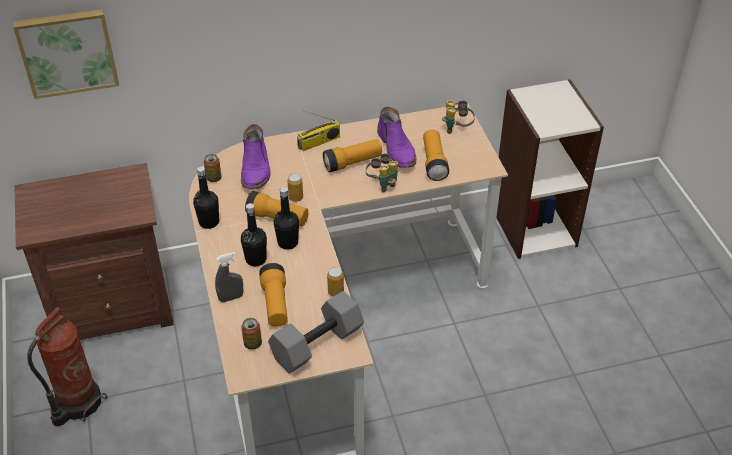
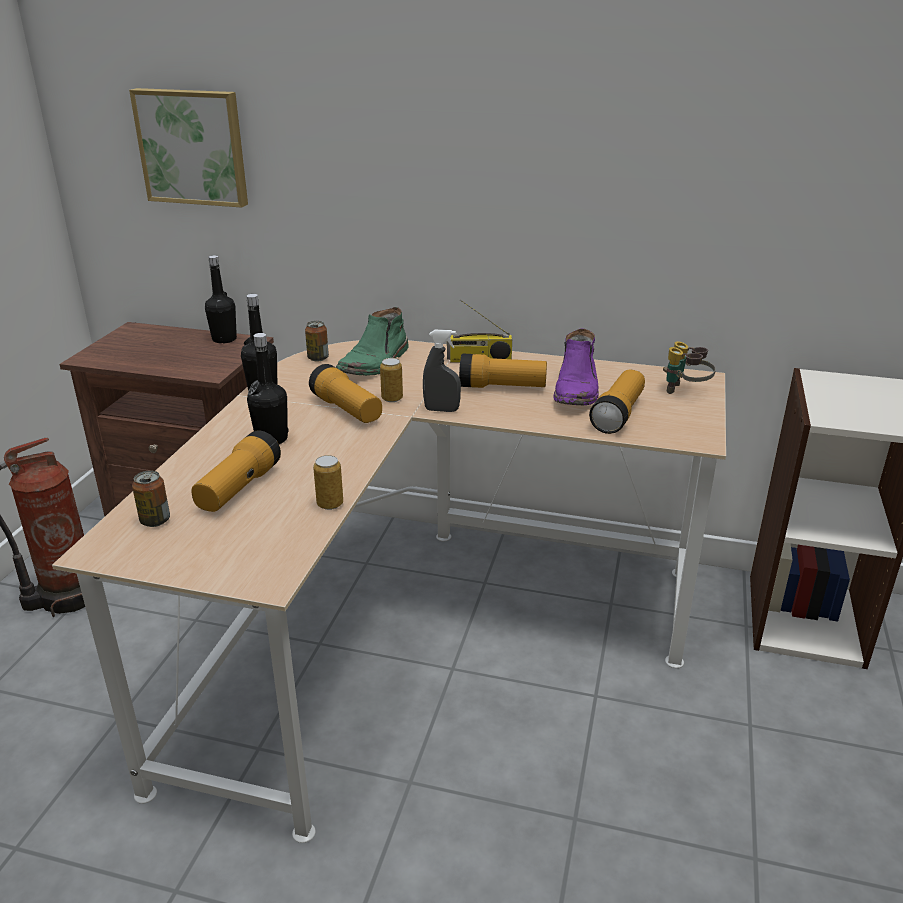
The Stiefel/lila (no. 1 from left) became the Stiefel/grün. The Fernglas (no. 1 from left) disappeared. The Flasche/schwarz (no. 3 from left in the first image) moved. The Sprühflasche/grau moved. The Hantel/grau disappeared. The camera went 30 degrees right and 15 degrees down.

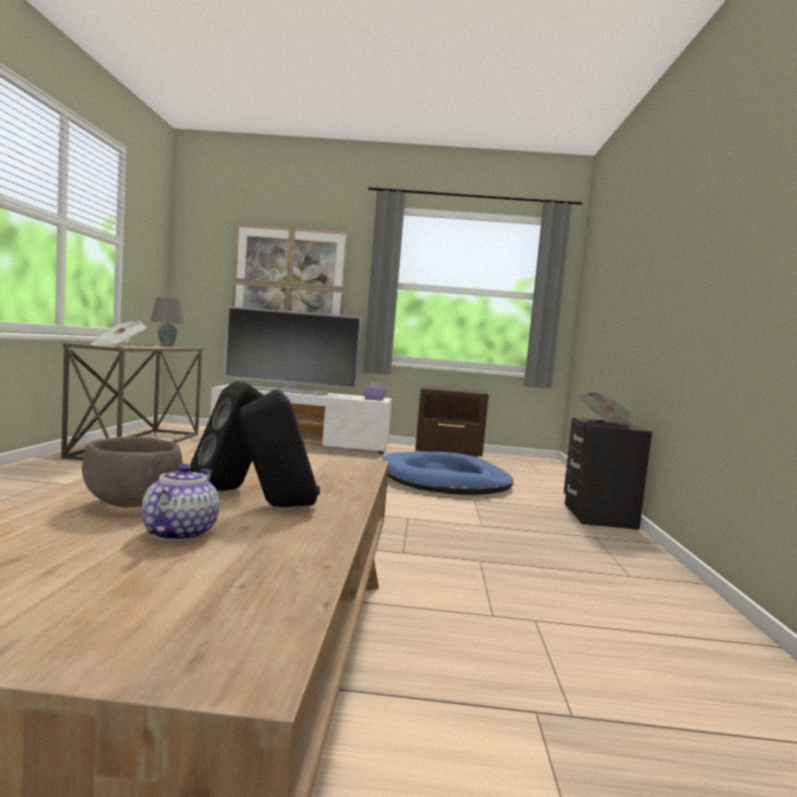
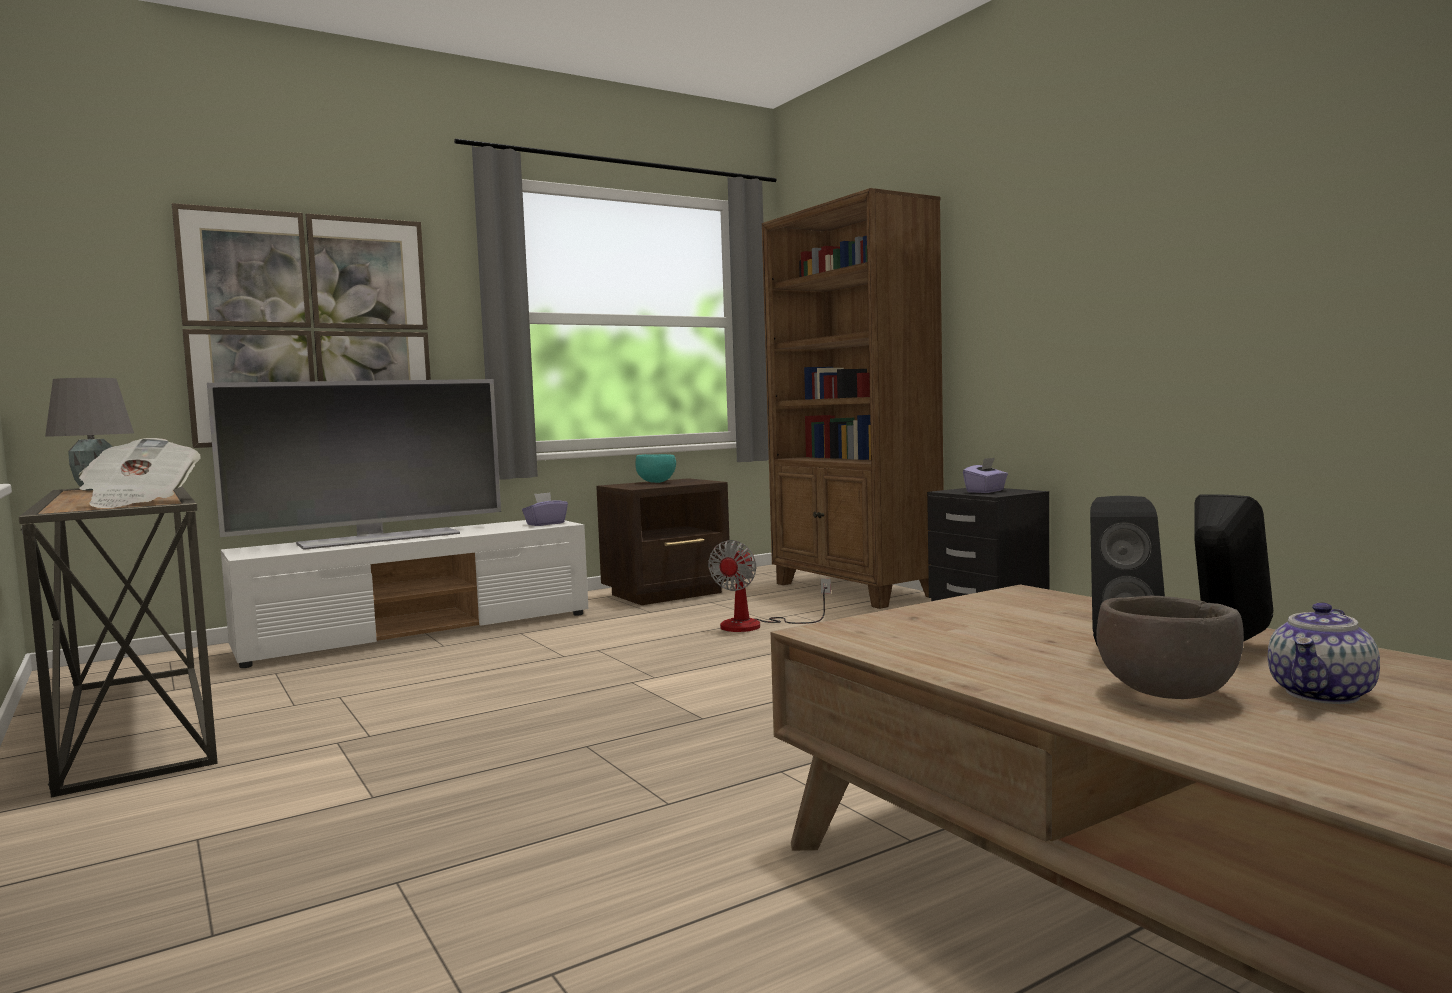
The Zeitung (no. 2 from left) was replaced by the Taschentuchbox/lila (no. 2 from left). The Hundebett/blau was replaced by the Ventilator. The Teekanne turned 105 degrees counterclockwise. The Bücherregal/braun appeared. The Schüssel/türkis appeared. The camera went 35 degrees left and 0 degrees up.

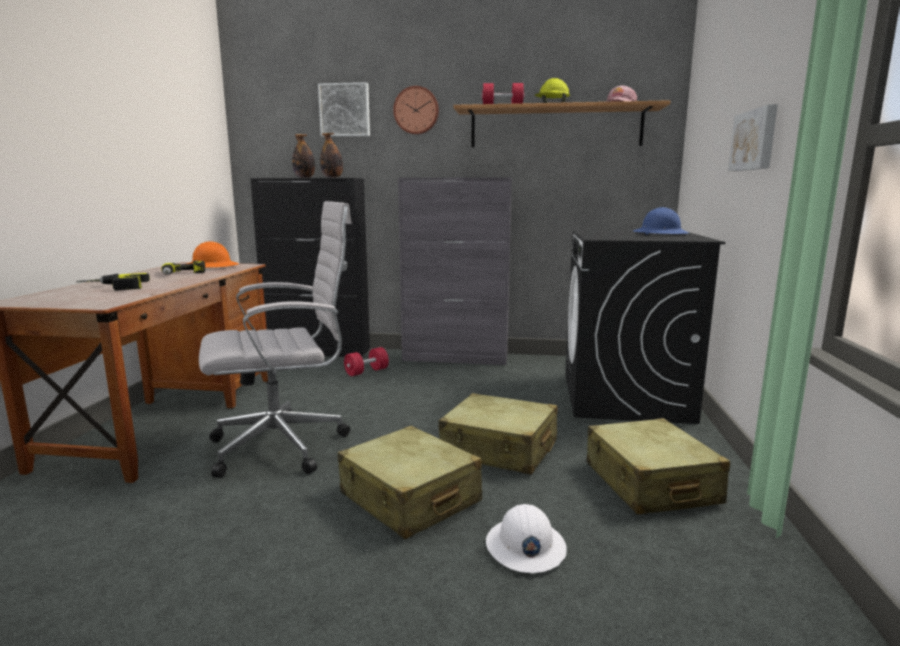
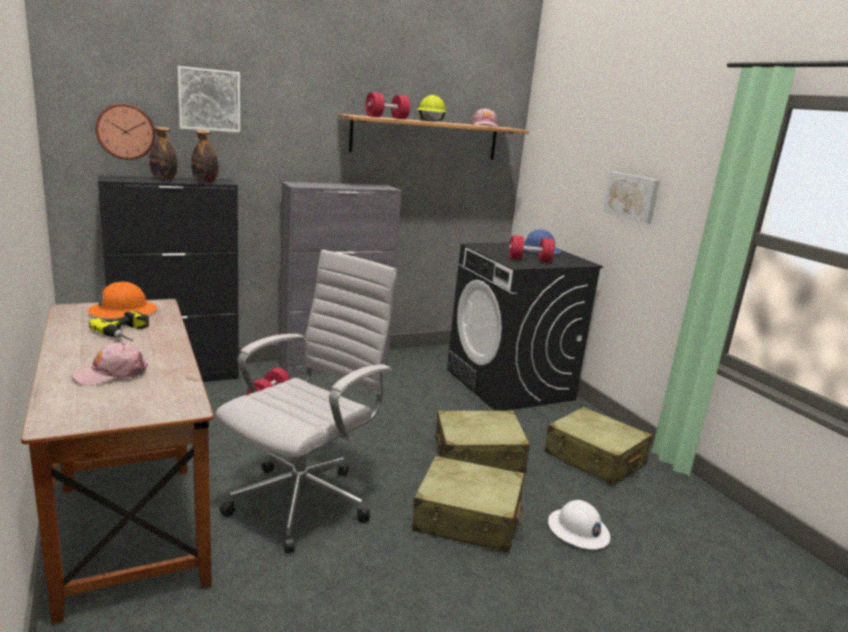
The Wanduhr moved. The Bohrmaschine (no. 1 from left) was replaced by the Kappe/rosa (no. 1 from left). The Hantel/rot (no. 3 from left) appeared. The camera went 35 degrees left and 5 degrees up.

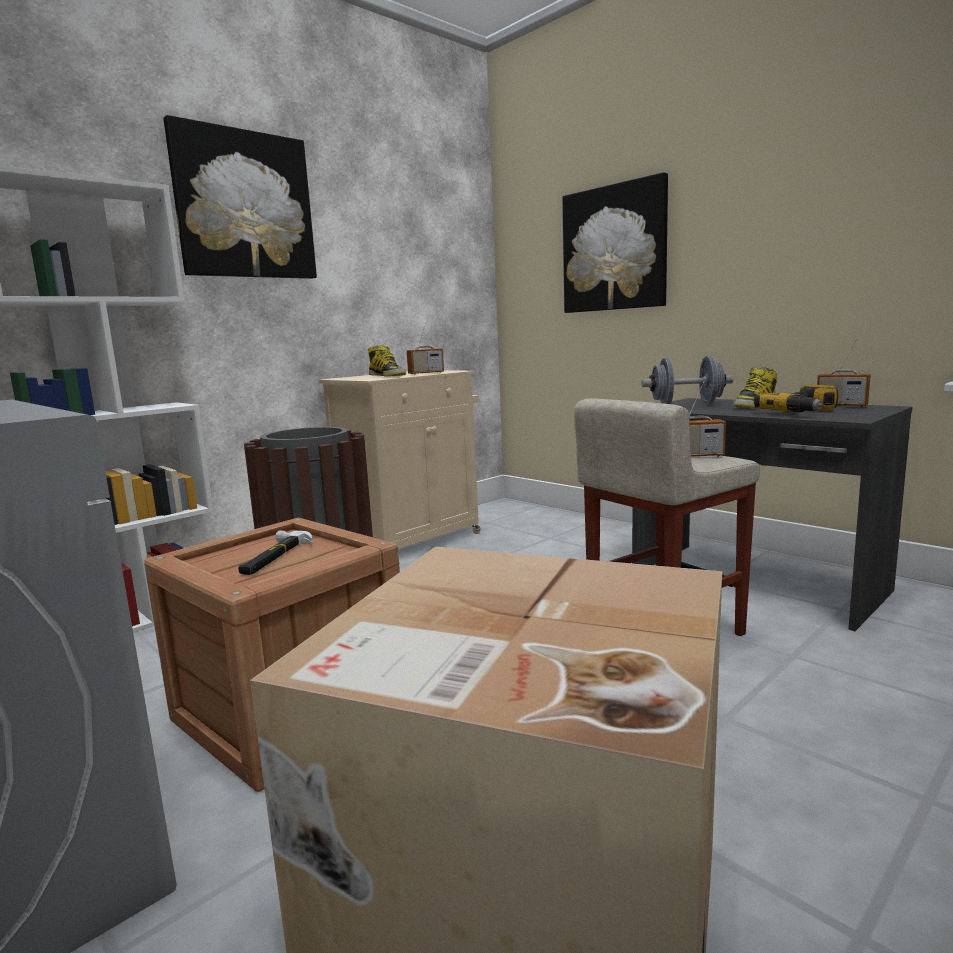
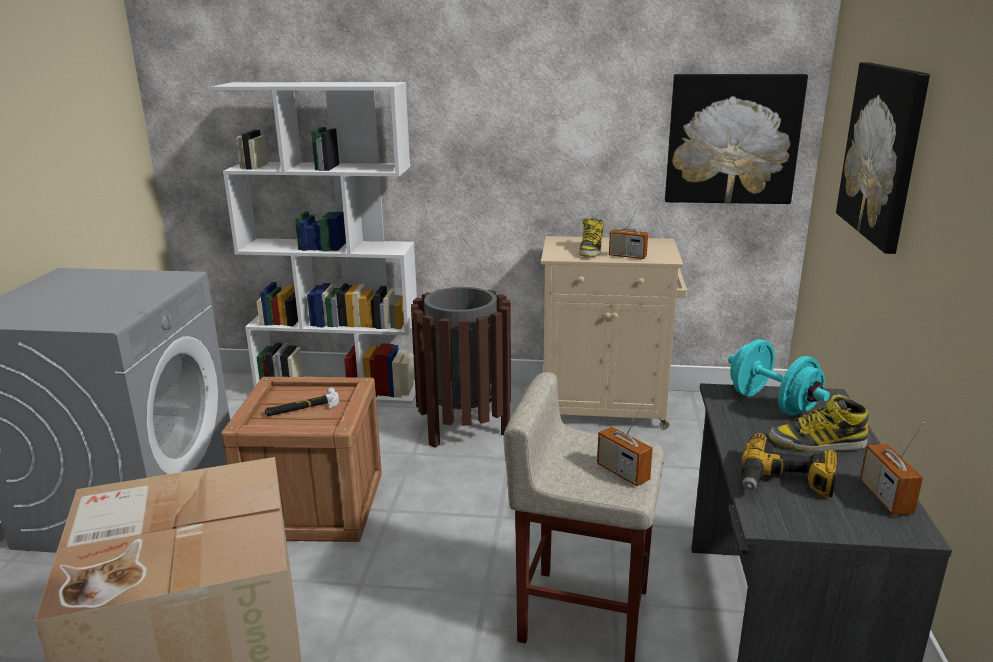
The Bild (no. 1 from left) moved. The Hantel/grau became the Hantel/türkis. The camera went 50 degrees right and 10 degrees up.

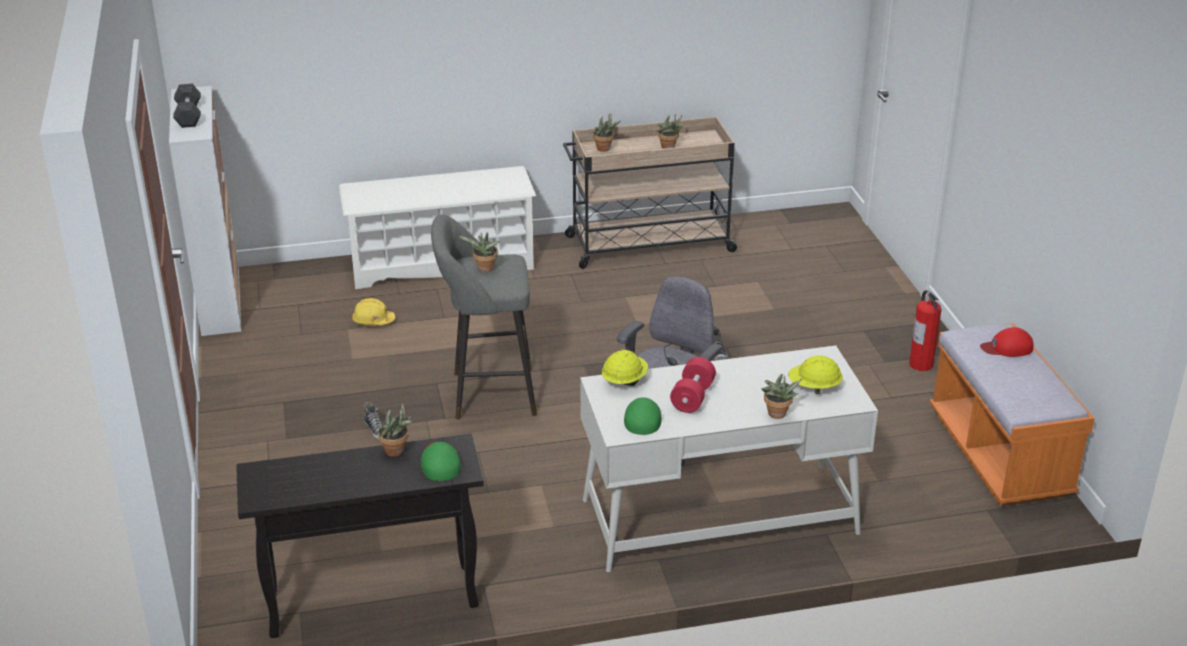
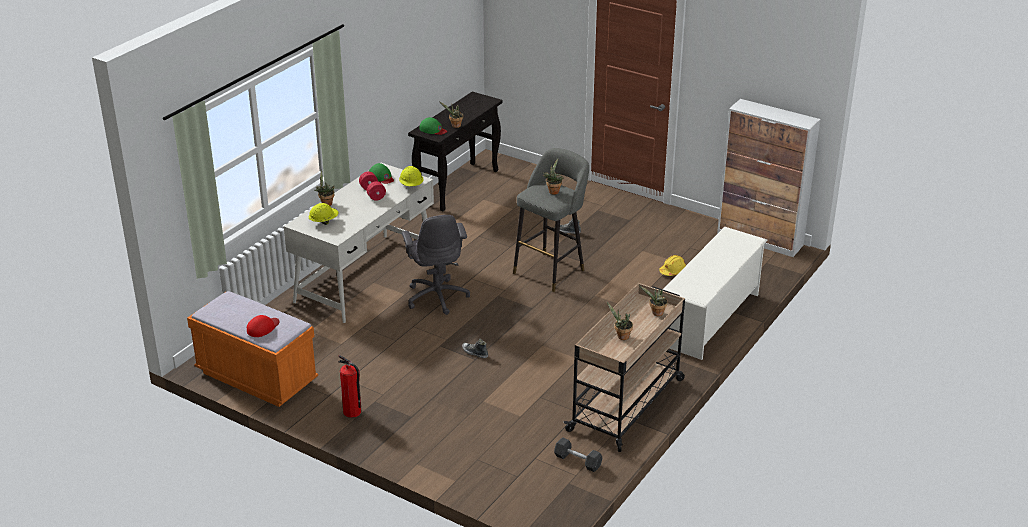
The Hantel/grau moved. The camera went 135 degrees right and 0 degrees up.

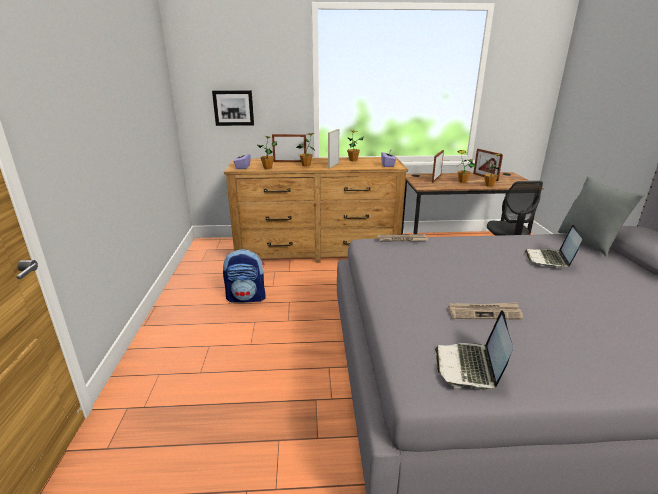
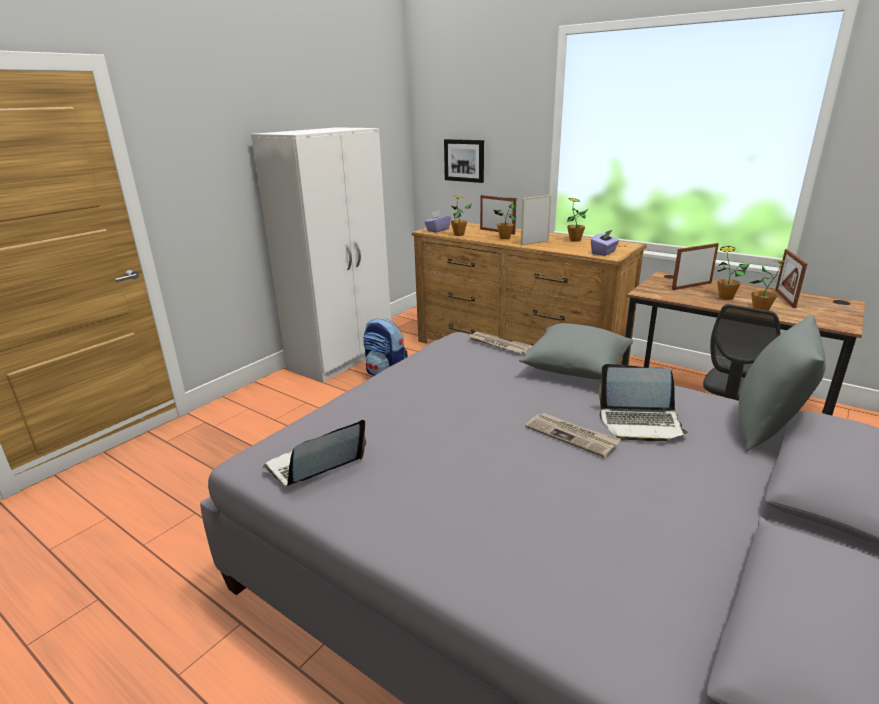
The Laptop (no. 2 from left) turned 135 degrees counterclockwise. The Zeitung (no. 2 from left) moved. The Kleiderschrank/weiß appeared. The Kissen/grau (no. 1 from left) appeared. The camera went 40 degrees right and 0 degrees up.

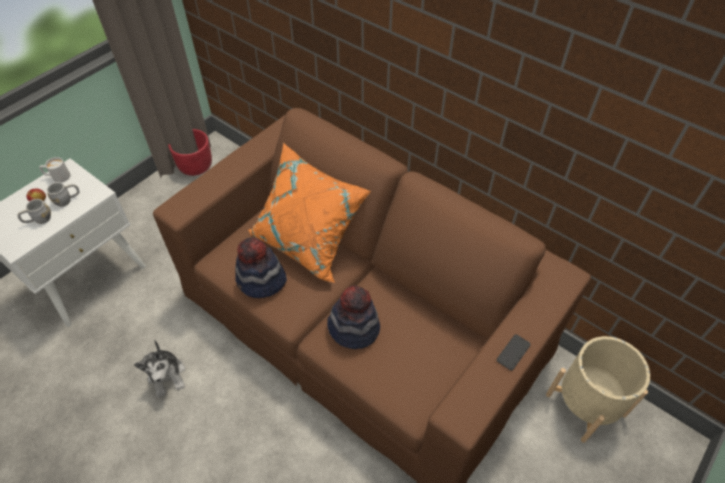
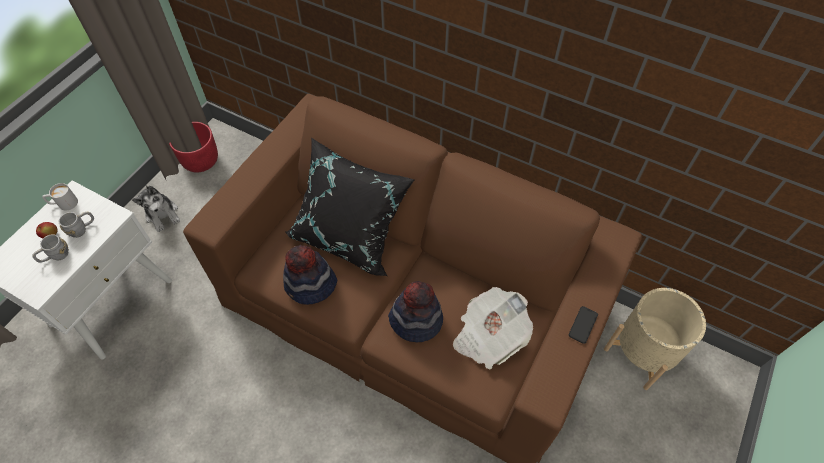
The Kissen/orange became the Kissen/schwarz. The Plüschtier moved. The Zeitung appeared. The camera went 10 degrees left and 5 degrees up.

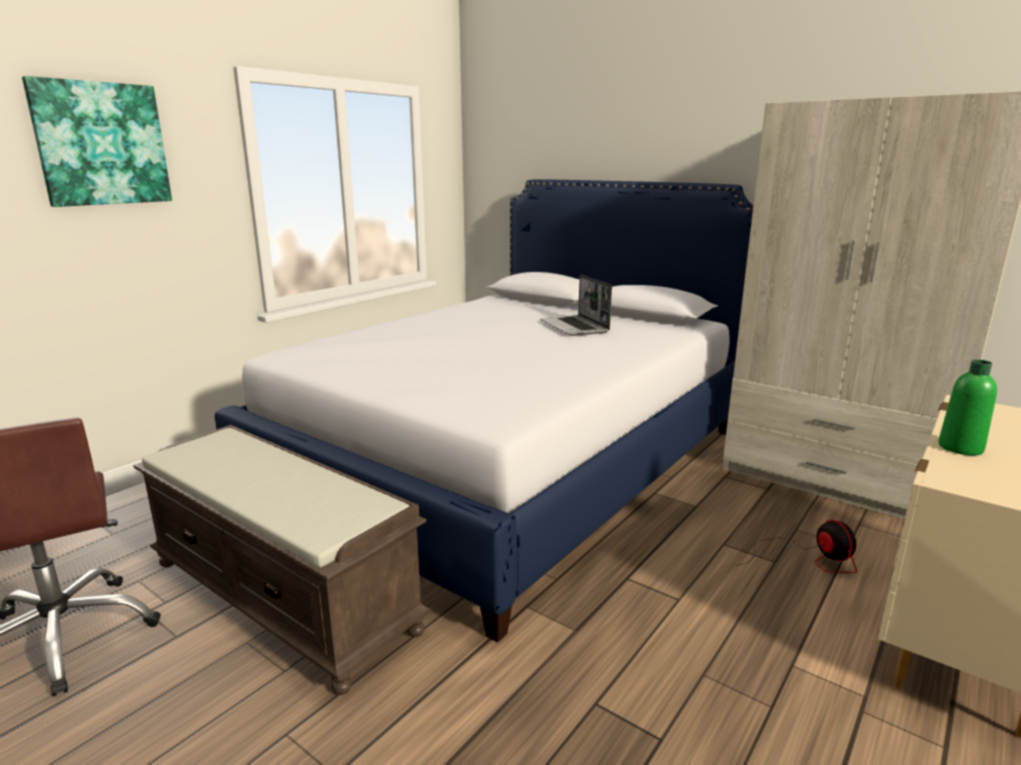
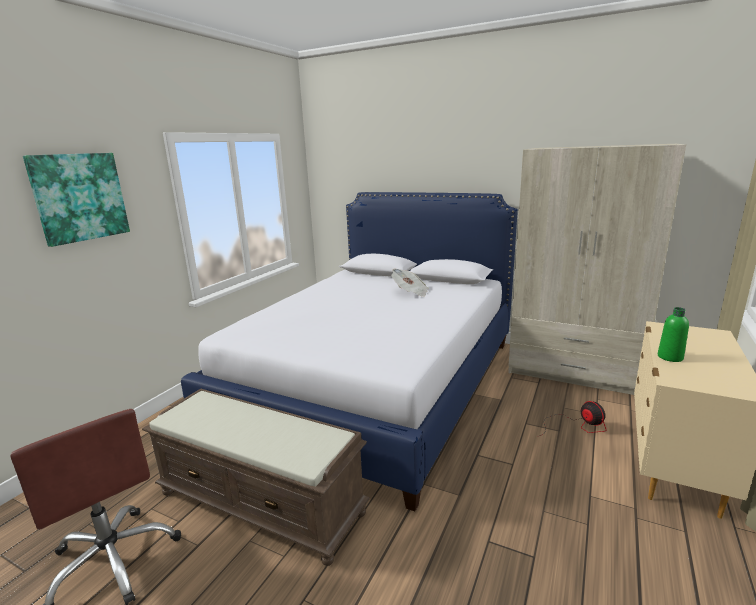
The Laptop was replaced by the Zeitung. The camera went 10 degrees left and 0 degrees up.

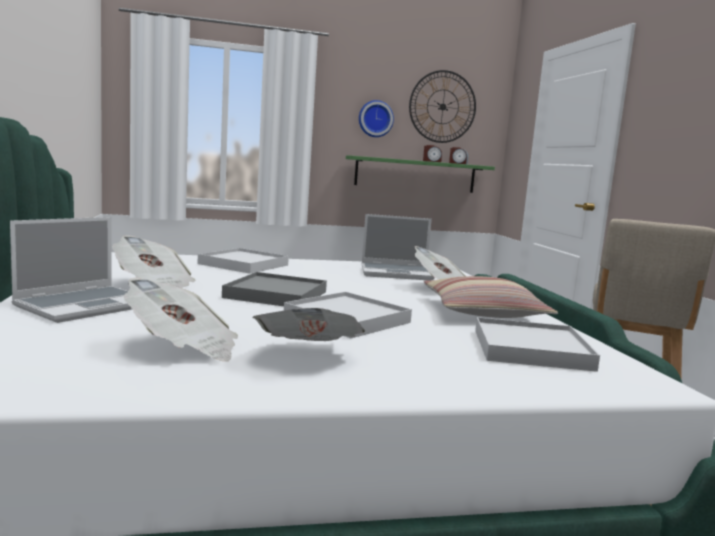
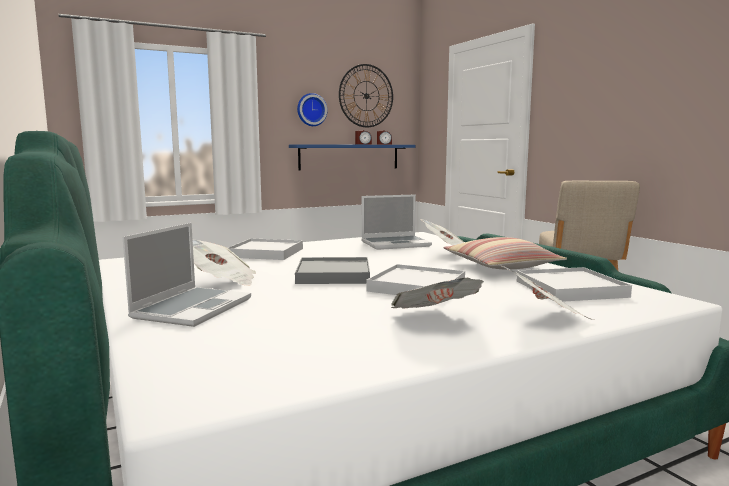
The Wandregal/grün became the Wandregal/blau. The Zeitung (no. 2 from left in the first image) moved. The camera went 15 degrees left and 0 degrees up.

